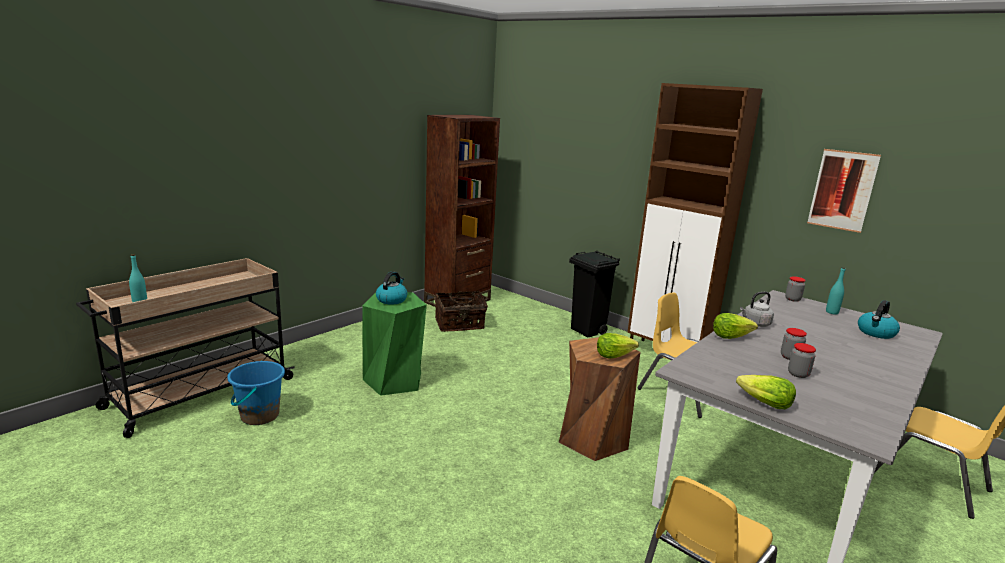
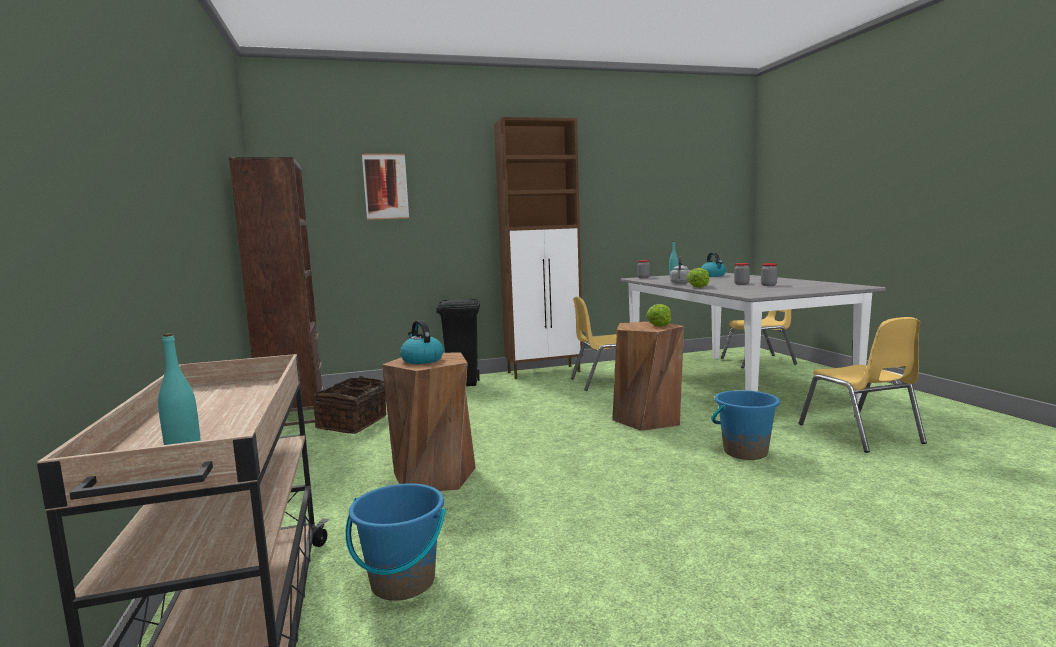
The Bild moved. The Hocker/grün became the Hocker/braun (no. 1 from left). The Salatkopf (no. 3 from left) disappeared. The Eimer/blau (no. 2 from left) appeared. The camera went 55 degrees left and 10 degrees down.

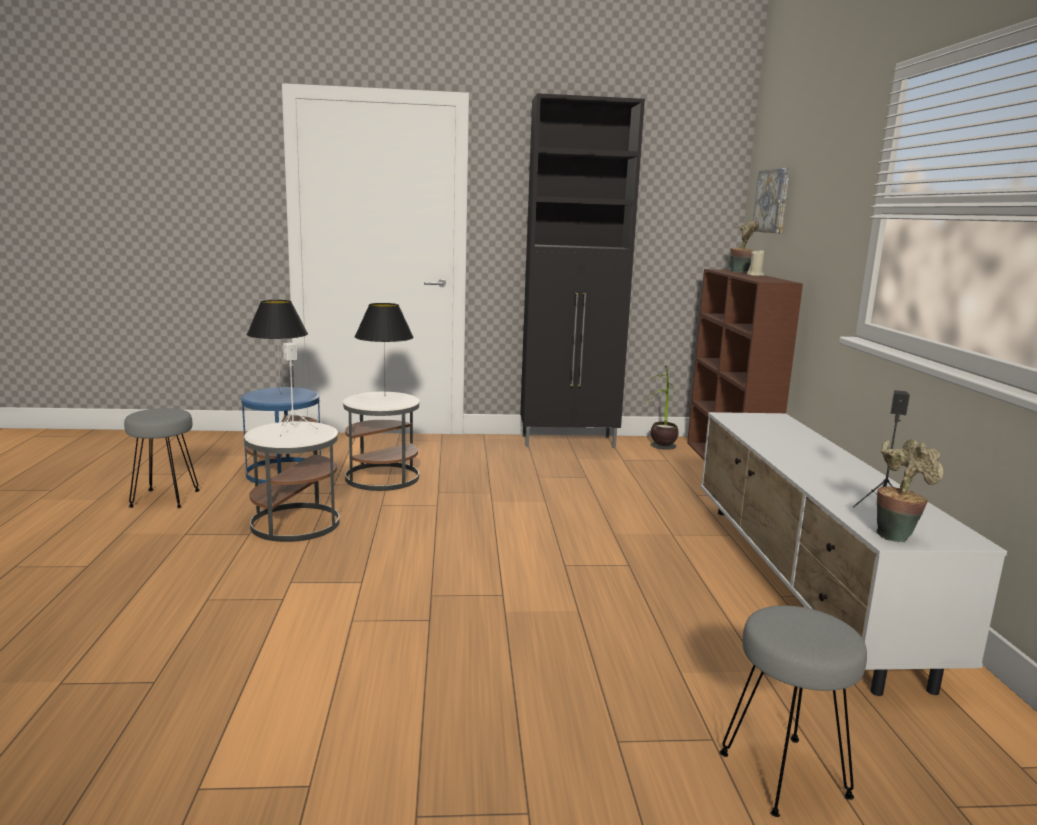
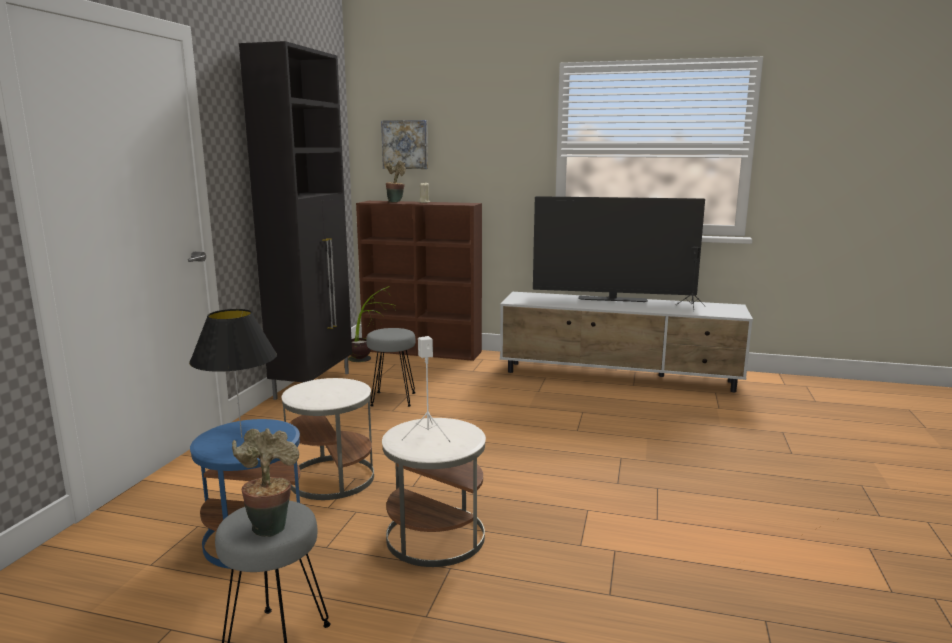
The Tischlampe/schwarz (no. 2 from left) disappeared. The Topfpflanze (no. 3 from left in the first image) moved. The Hocker/grau (no. 2 from left) moved. The Fernseher appeared. The camera went 70 degrees left and 0 degrees up.

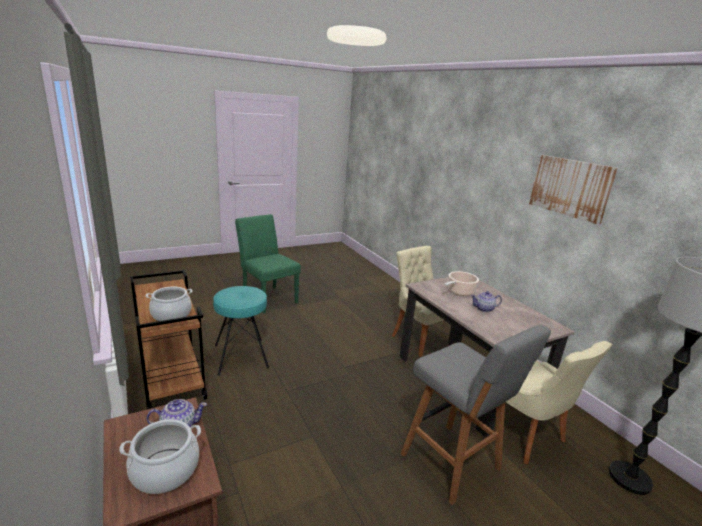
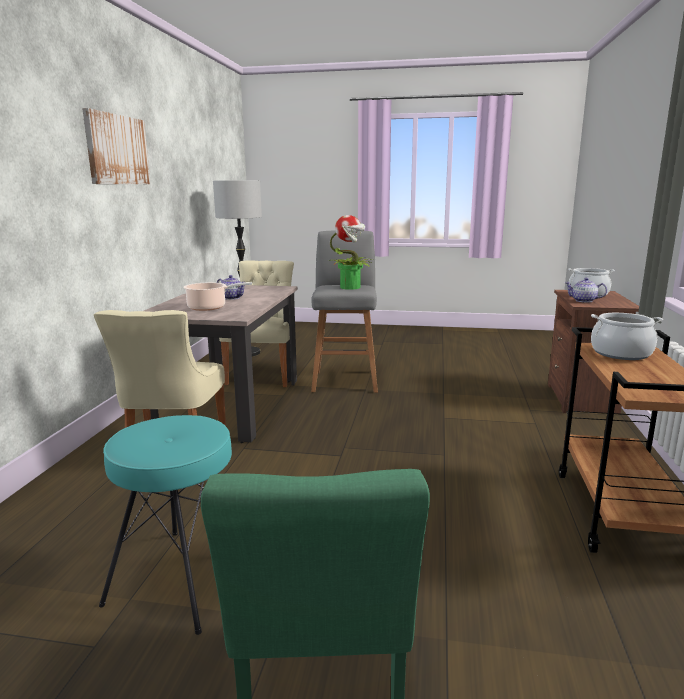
The Hocker/türkis moved. The Topfpflanze appeared. The camera went 140 degrees left and 5 degrees down.

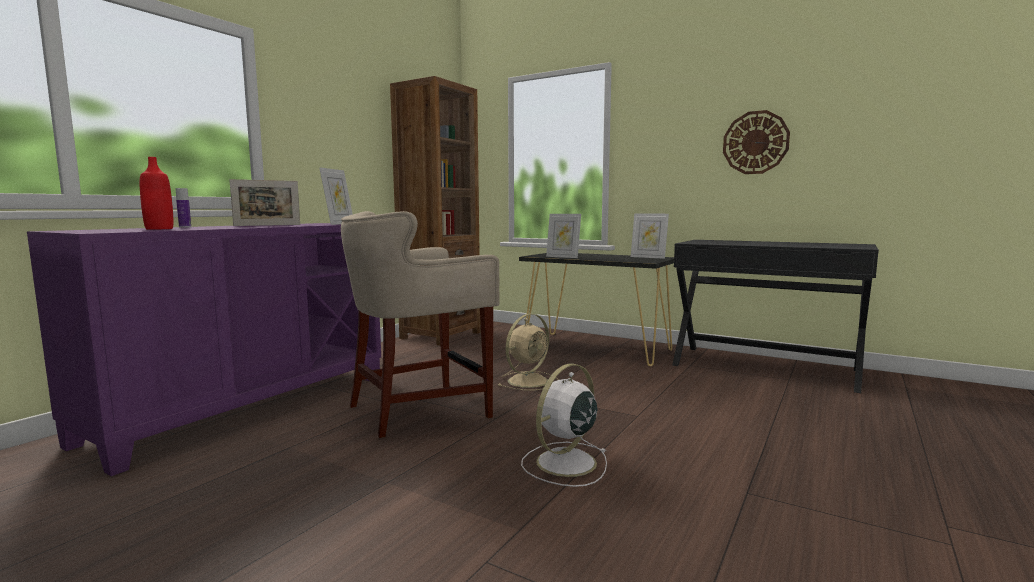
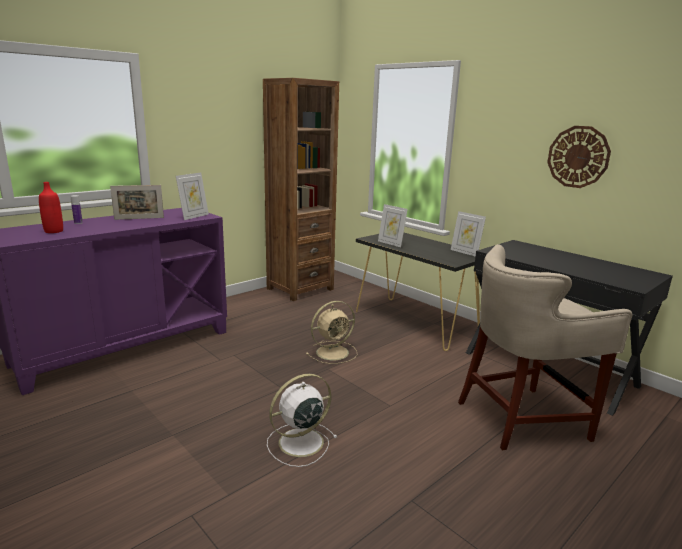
The Hocker/beige moved. The camera went 15 degrees right and 10 degrees up.

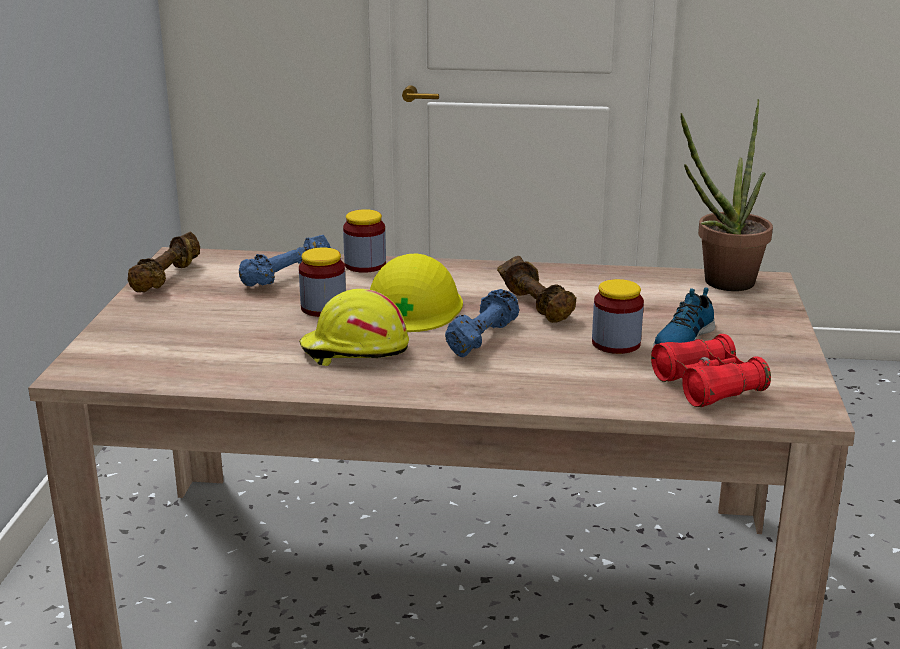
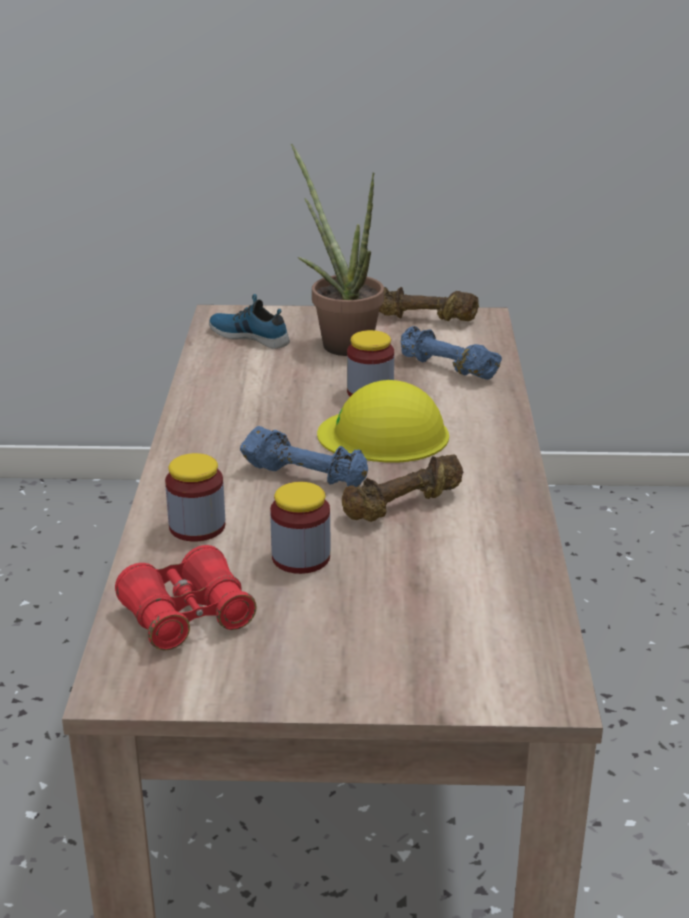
The Topfpflanze moved. The Vorratsglas (no. 2 from left in the first image) moved. The Schuh moved. The Schutzhelm/gelb (no. 1 from left) disappeared. The camera went 85 degrees right and 5 degrees up.

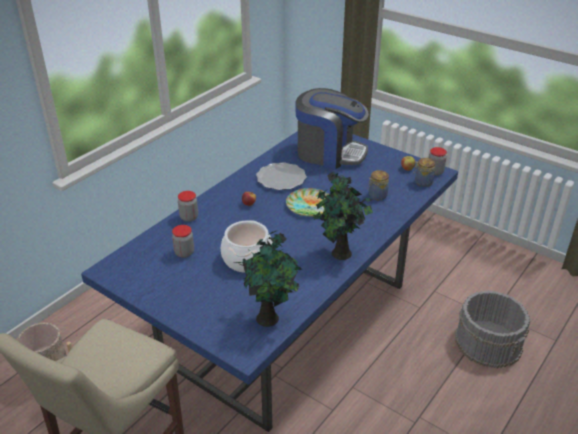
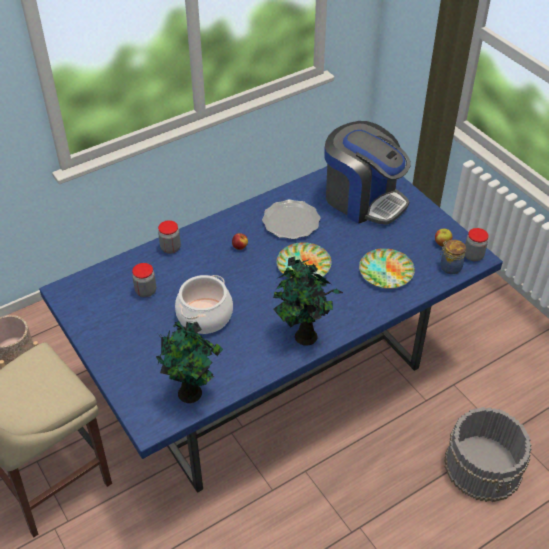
The Vorratsglas (no. 3 from left) was replaced by the Teller (no. 3 from left). The camera went 20 degrees right and 10 degrees up.

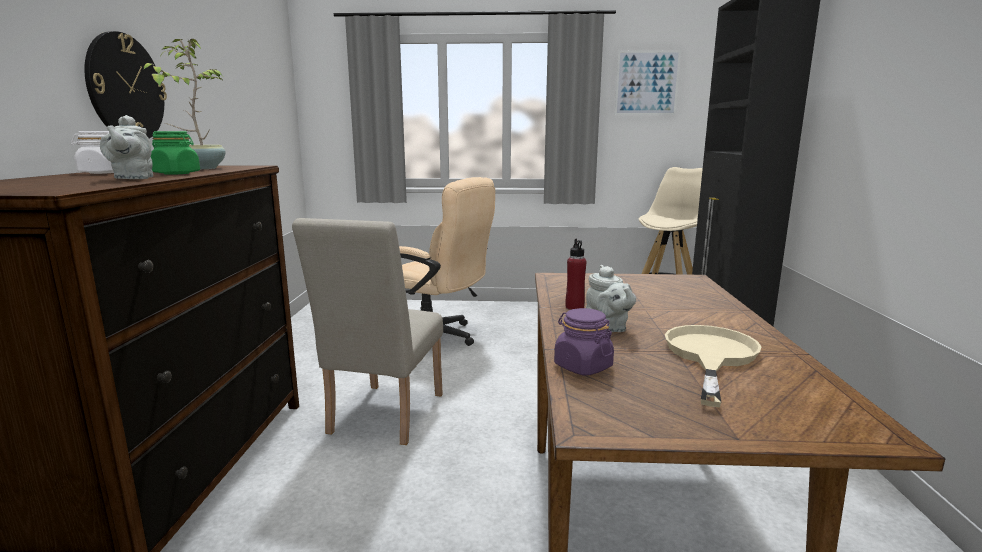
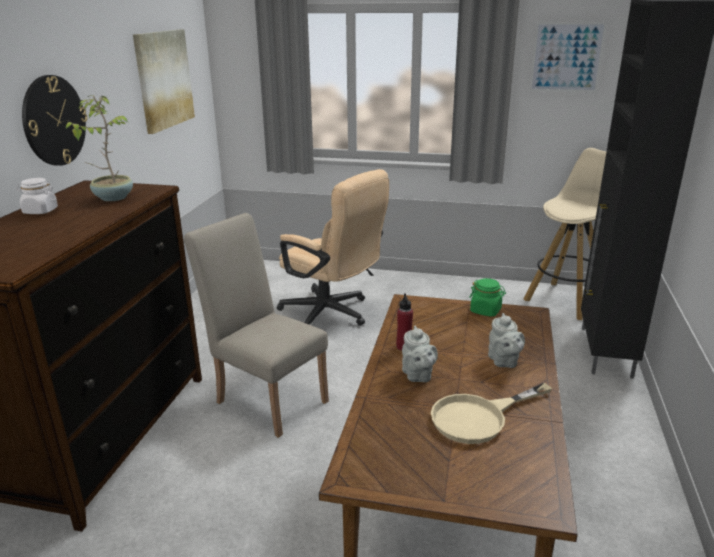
The Teekanne/grau (no. 1 from left in the first image) moved. The Vorratsglas/grün moved. The Stuhl/beige turned 105 degrees clockwise. The Vorratsglas/lila disappeared. The Pfanne/beige turned 150 degrees counterclockwise. The Bild (no. 1 from left) appeared. The camera went 10 degrees right and 10 degrees up.

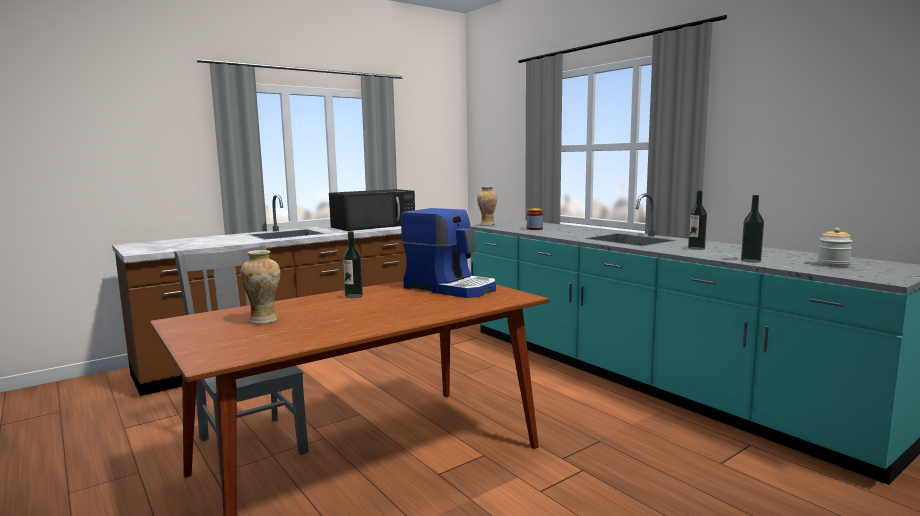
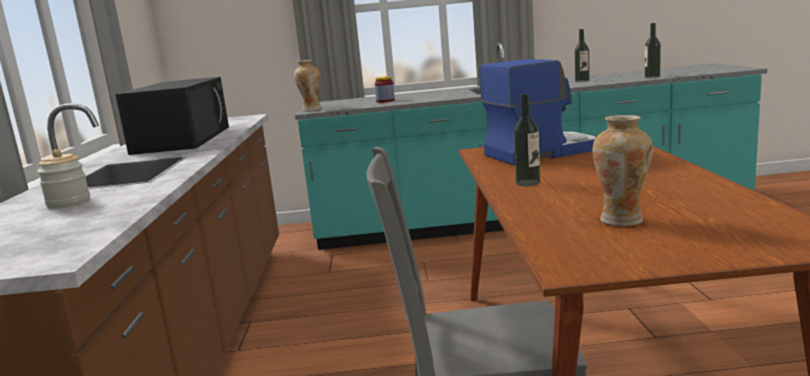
The Vorratsglas (no. 2 from left in the first image) moved. The camera went 55 degrees left and 5 degrees up.

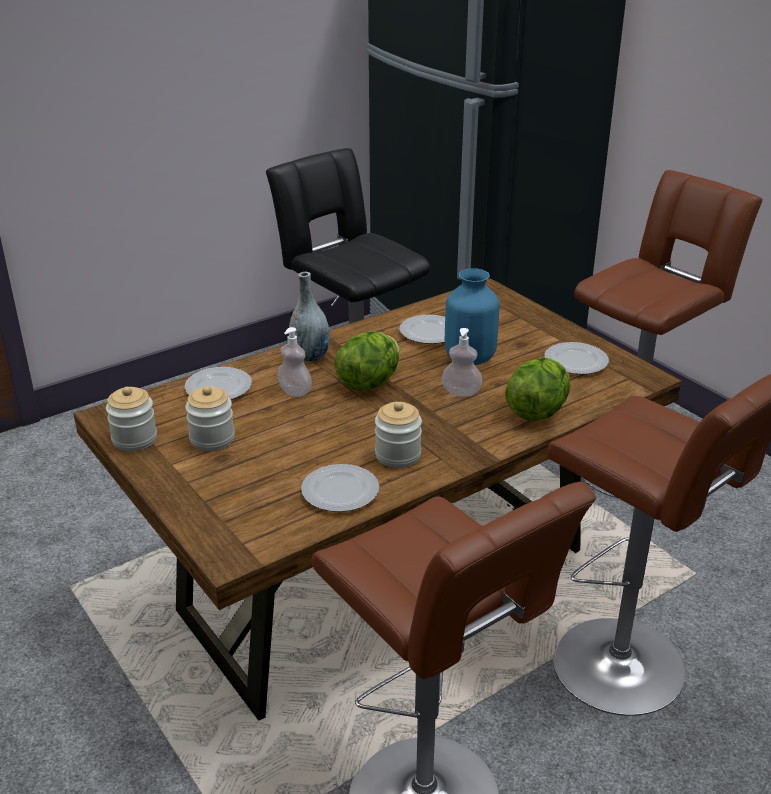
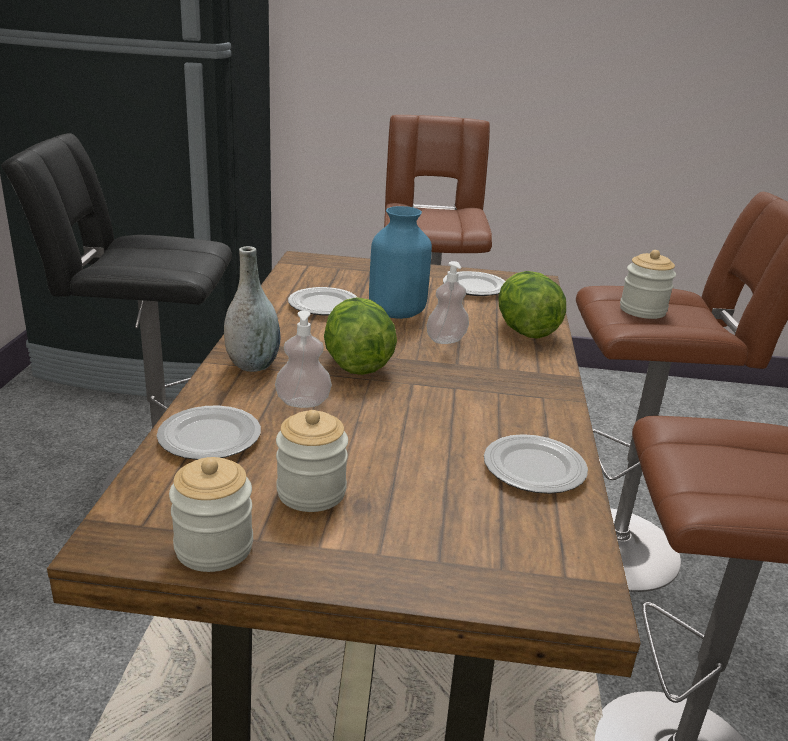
The Vorratsglas (no. 3 from left) moved. The camera went 50 degrees left and 5 degrees down.

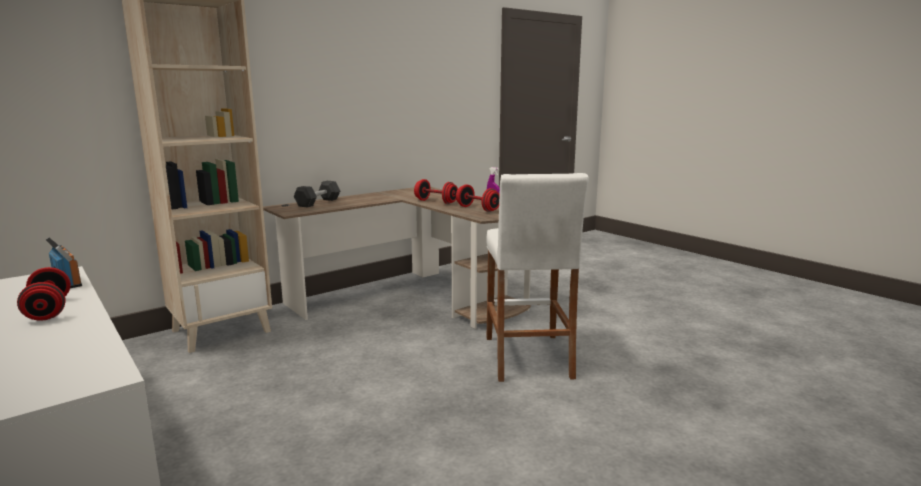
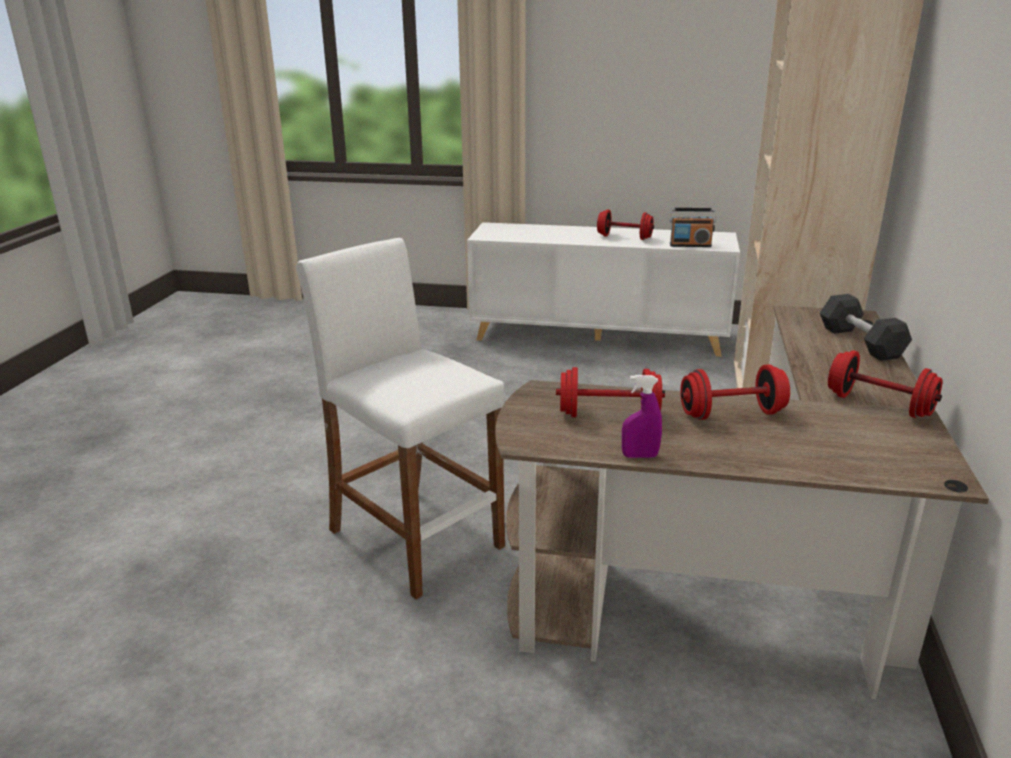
The Hantel/rot (no. 4 from left) appeared. The camera went 140 degrees right and 10 degrees up.

